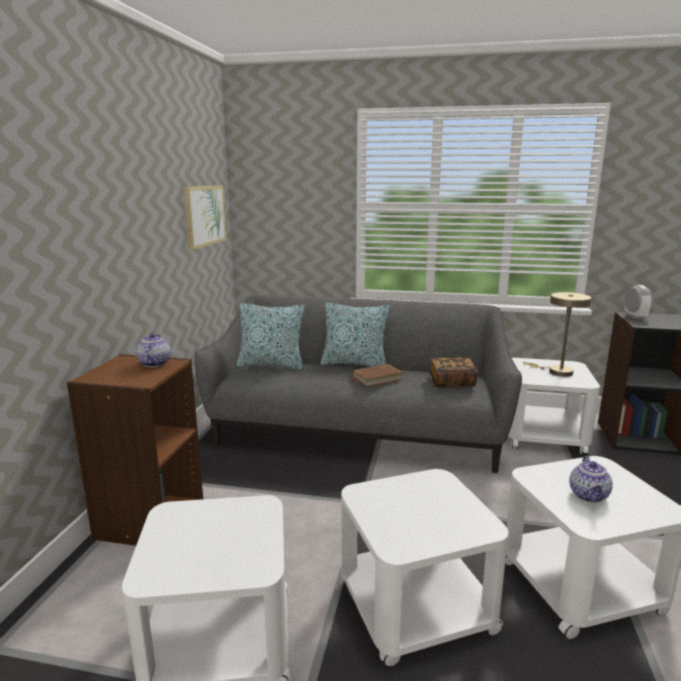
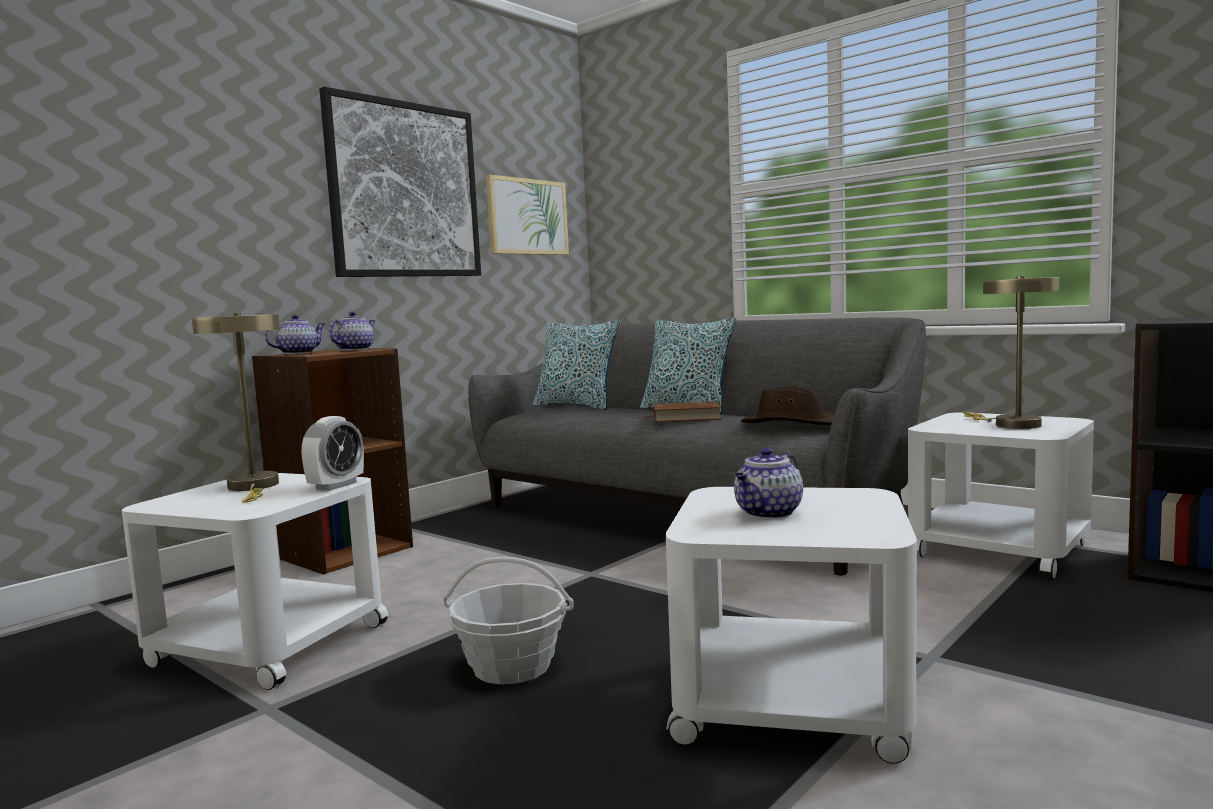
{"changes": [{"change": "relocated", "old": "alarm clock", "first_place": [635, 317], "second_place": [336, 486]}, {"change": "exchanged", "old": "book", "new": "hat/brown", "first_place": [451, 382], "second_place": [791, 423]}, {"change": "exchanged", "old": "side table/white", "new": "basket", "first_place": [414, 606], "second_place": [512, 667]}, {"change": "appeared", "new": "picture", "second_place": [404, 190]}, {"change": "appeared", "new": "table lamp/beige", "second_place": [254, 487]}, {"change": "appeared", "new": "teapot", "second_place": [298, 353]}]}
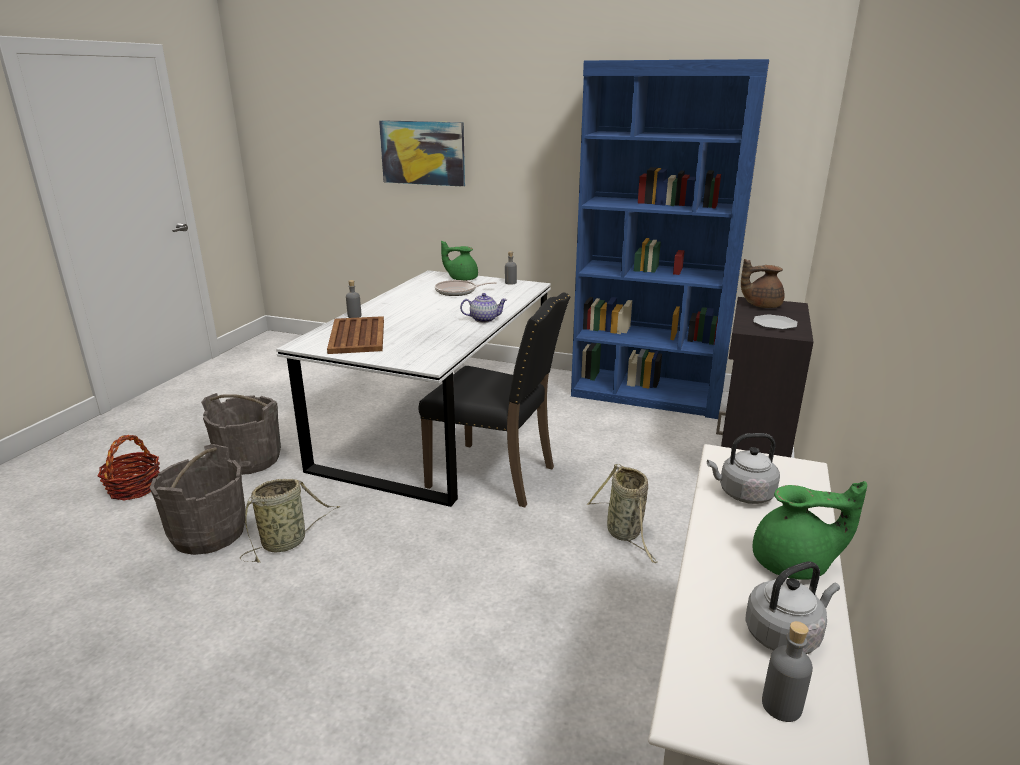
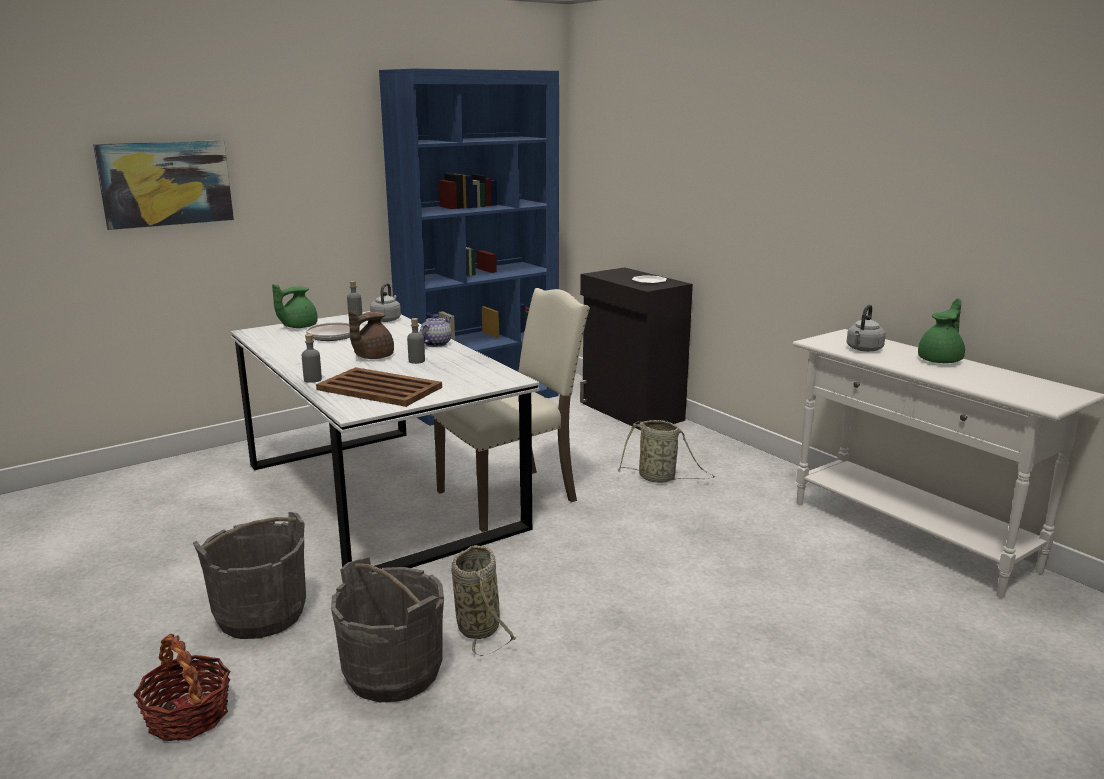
{"changes": [{"change": "relocated", "old": "teapot/brown", "first_place": [761, 305], "second_place": [372, 357]}, {"change": "colour", "old": "chair/black", "new": "chair/beige", "first_place": [495, 476], "second_place": [511, 496]}, {"change": "relocated", "old": "kettle/grey", "first_place": [785, 634], "second_place": [387, 319]}, {"change": "relocated", "old": "bottle/grey", "first_place": [781, 706], "second_place": [416, 361]}]}
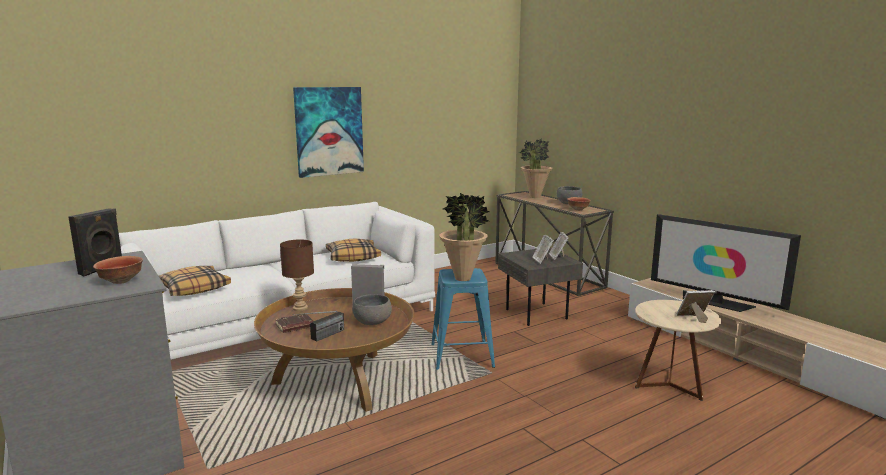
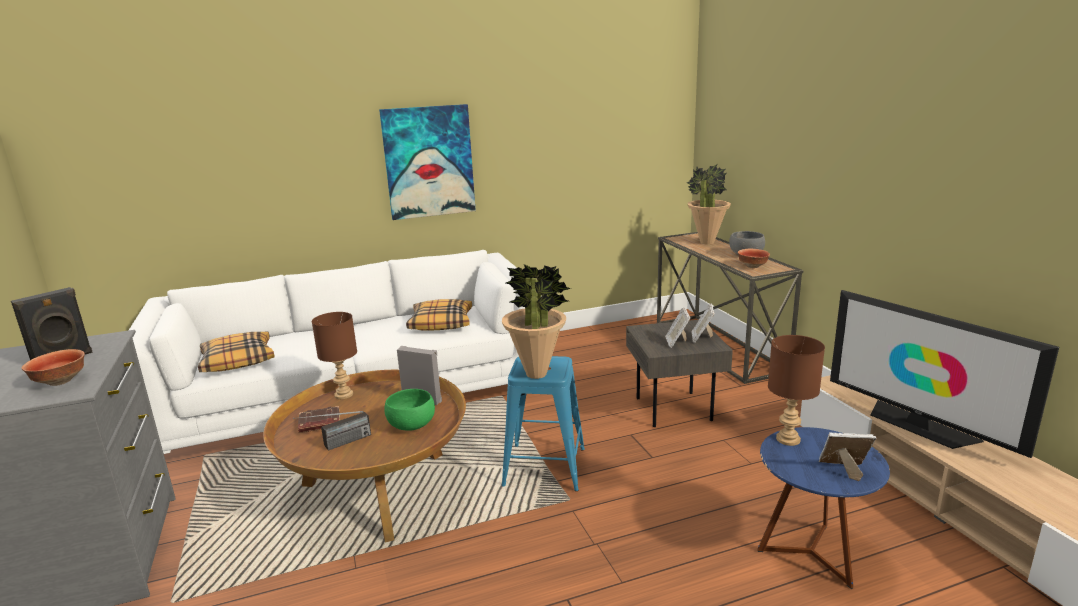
{"changes": [{"change": "colour", "old": "bowl/grey", "new": "bowl/green", "first_place": [372, 322], "second_place": [412, 425]}, {"change": "colour", "old": "side table/beige", "new": "side table/blue", "first_place": [669, 386], "second_place": [811, 554]}, {"change": "appeared", "new": "table lamp/brown", "second_place": [789, 440]}]}
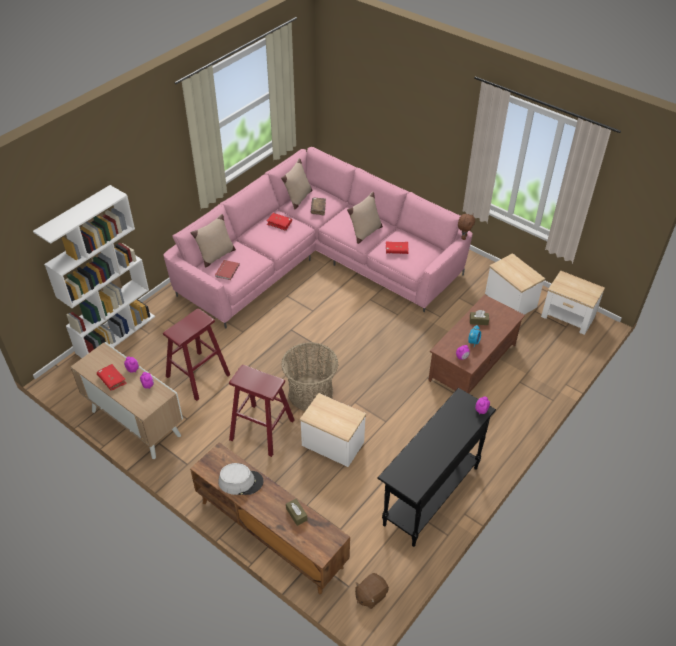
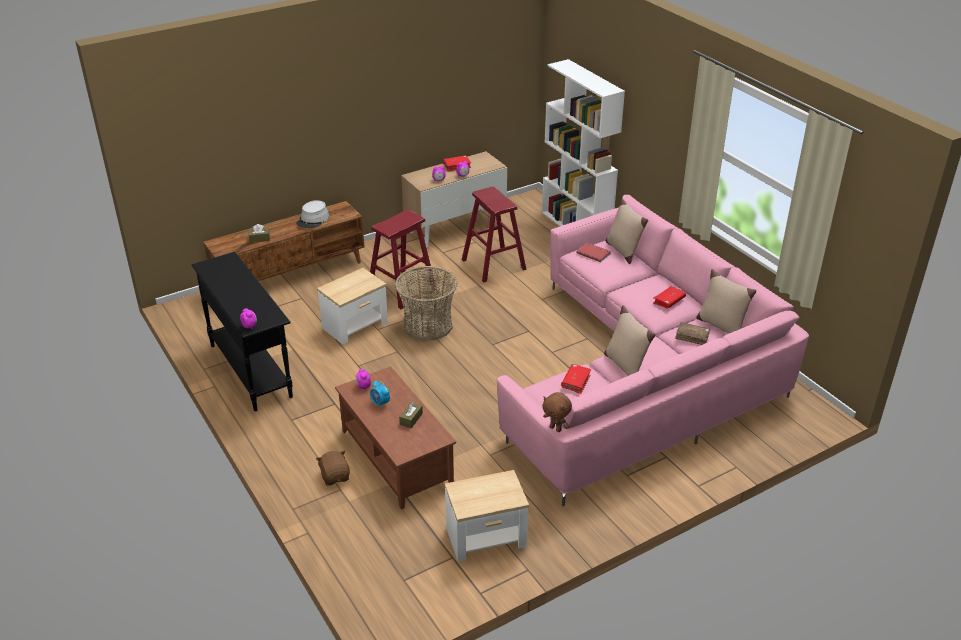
{"changes": [{"change": "missing", "old": "side table", "first_place": [567, 317]}, {"change": "relocated", "old": "plush toy/brown", "first_place": [370, 595], "second_place": [335, 476]}]}
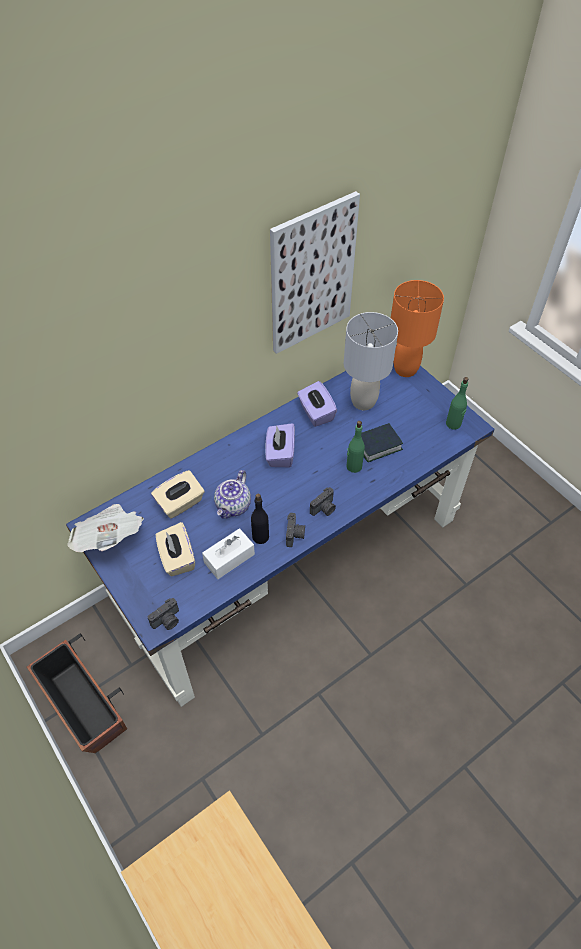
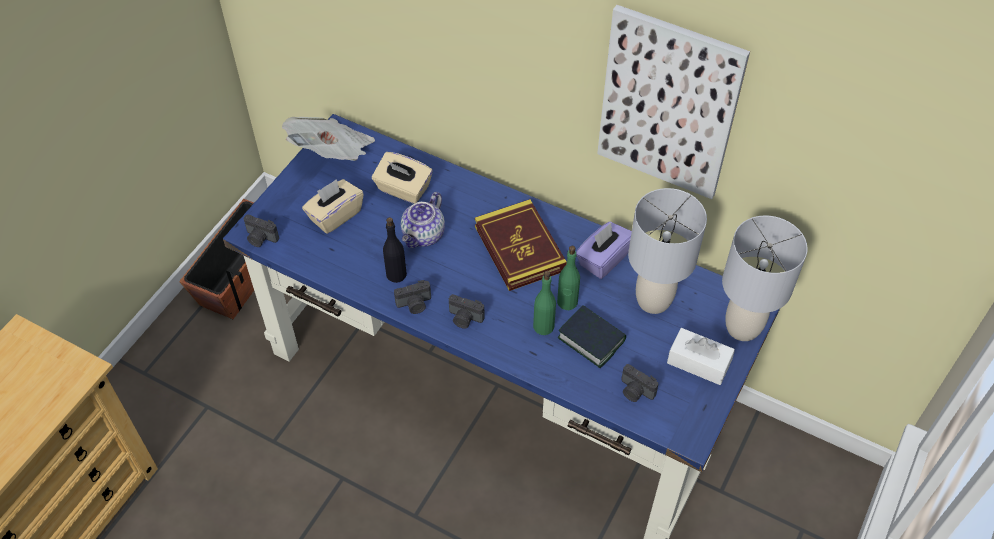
{"changes": [{"change": "colour", "old": "table lamp/orange", "new": "table lamp/grey", "first_place": [405, 369], "second_place": [742, 327]}, {"change": "relocated", "old": "bottle/green", "first_place": [453, 424], "second_place": [567, 302]}, {"change": "exchanged", "old": "tissue box/purple", "new": "book", "first_place": [280, 454], "second_place": [519, 248]}, {"change": "spun", "old": "teapot", "first_place": [233, 506], "second_place": [424, 235], "degrees": -60}, {"change": "relocated", "old": "tissue box/white", "first_place": [229, 558], "second_place": [698, 362]}, {"change": "appeared", "new": "photo camera", "second_place": [635, 391]}]}
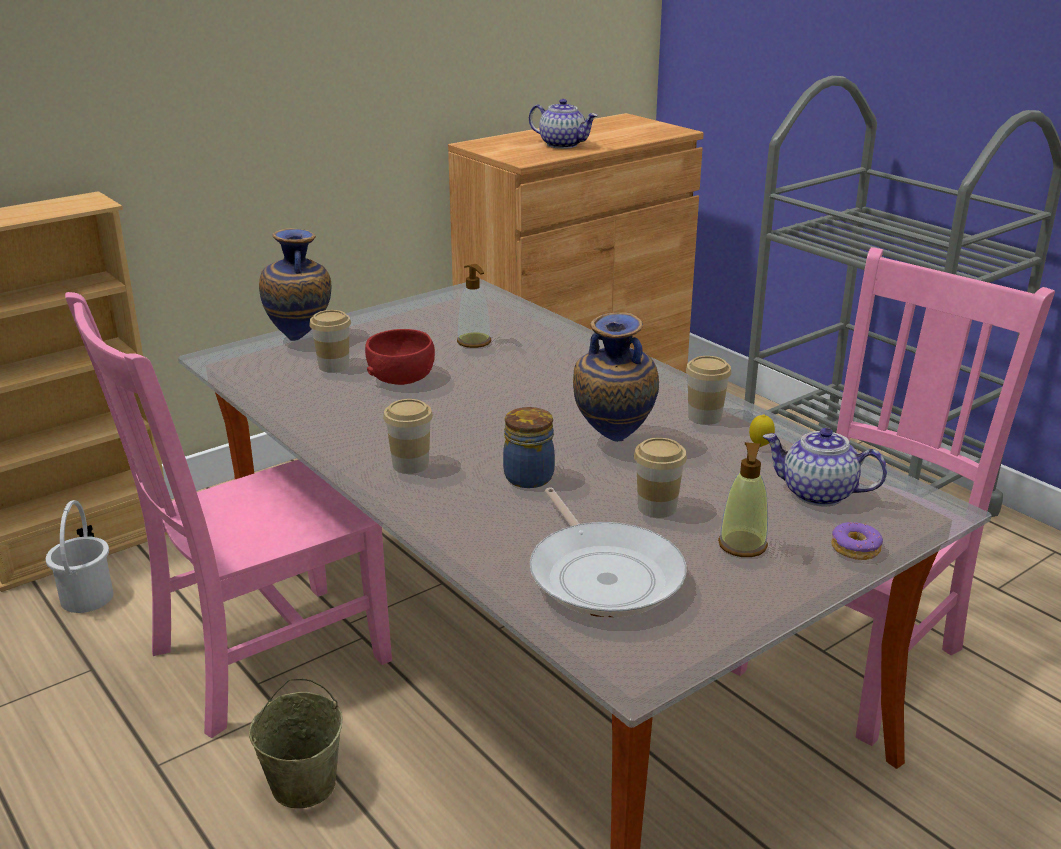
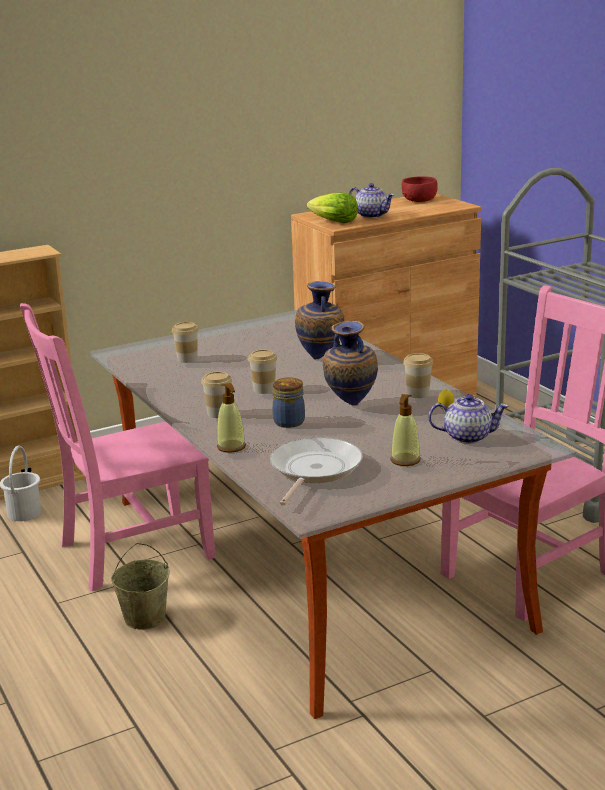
{"changes": [{"change": "relocated", "old": "vase", "first_place": [301, 339], "second_place": [321, 358]}, {"change": "relocated", "old": "soap dispenser", "first_place": [474, 342], "second_place": [231, 447]}, {"change": "relocated", "old": "bowl/red", "first_place": [401, 377], "second_place": [419, 200]}, {"change": "spun", "old": "teapot", "first_place": [817, 494], "second_place": [468, 437], "degrees": 150}, {"change": "relocated", "old": "cup", "first_place": [657, 507], "second_place": [264, 389]}, {"change": "spun", "old": "frying pan", "first_place": [603, 574], "second_place": [313, 470], "degrees": -150}, {"change": "missing", "old": "donut", "first_place": [855, 549]}, {"change": "appeared", "new": "lettuce", "second_place": [333, 222]}]}
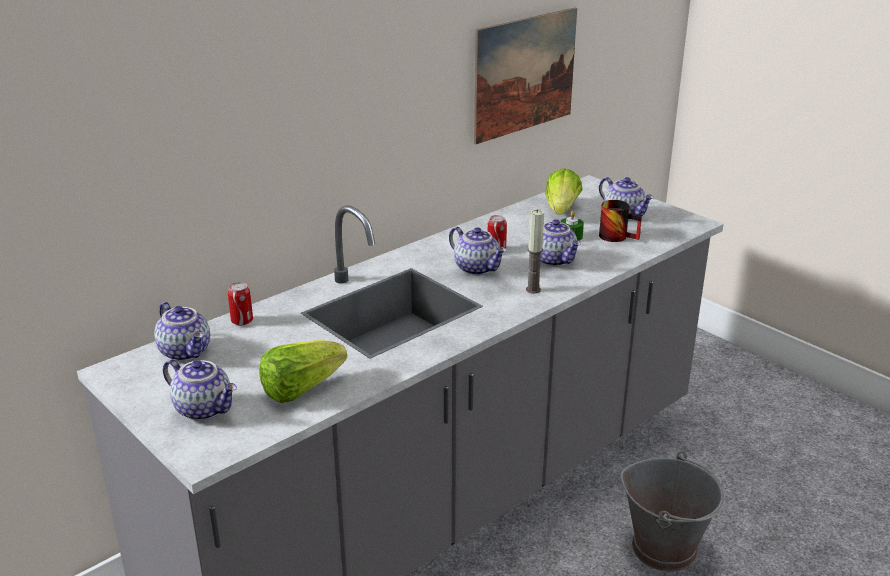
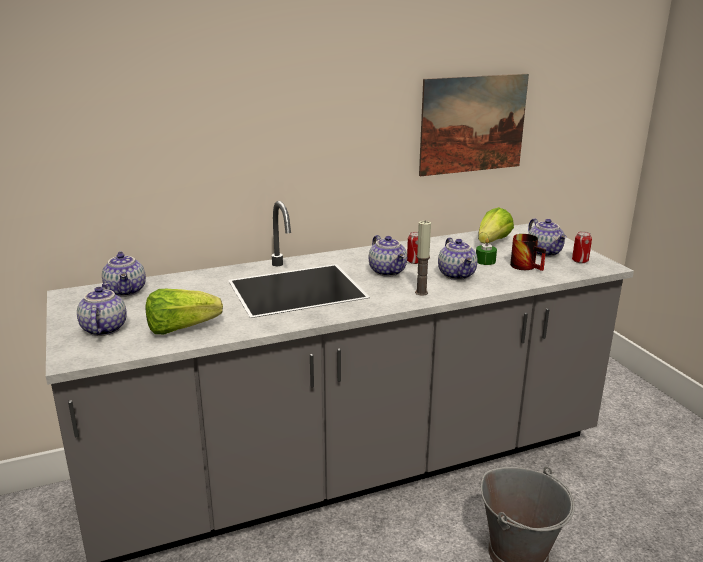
{"changes": [{"change": "relocated", "old": "can", "first_place": [242, 321], "second_place": [580, 261]}, {"change": "spun", "old": "teapot", "first_place": [205, 409], "second_place": [103, 329], "degrees": -150}]}
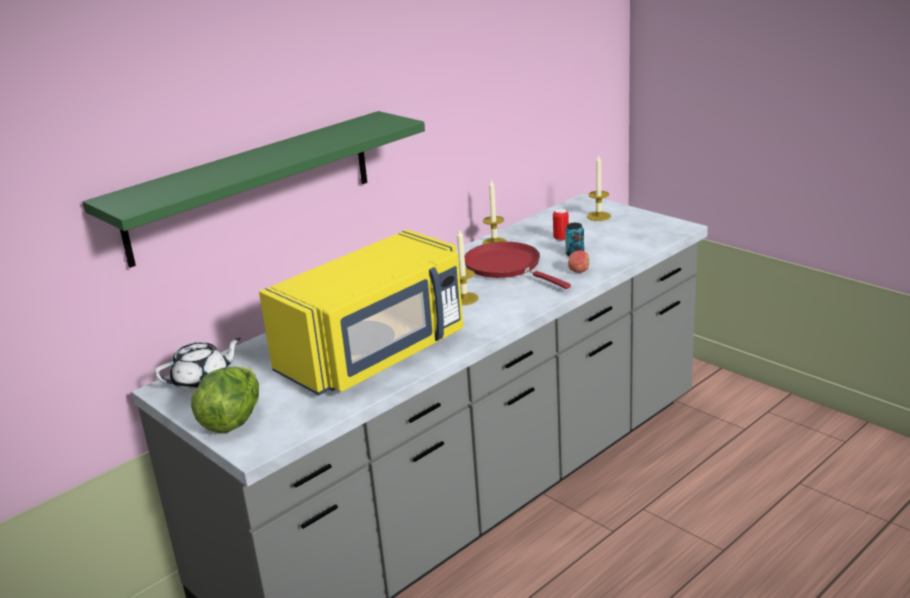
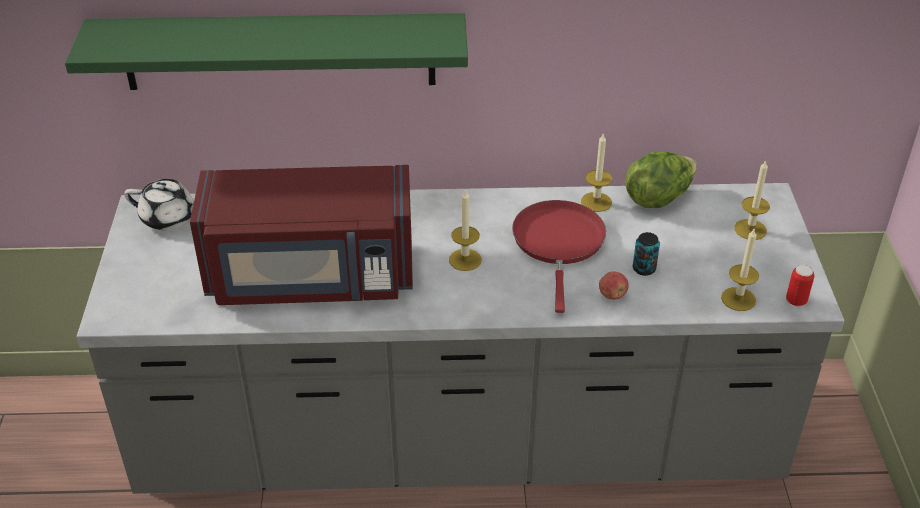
{"changes": [{"change": "relocated", "old": "can", "first_place": [561, 238], "second_place": [796, 301]}, {"change": "colour", "old": "microwave/yellow", "new": "microwave/red", "first_place": [376, 354], "second_place": [311, 277]}, {"change": "relocated", "old": "lettuce", "first_place": [232, 420], "second_place": [658, 198]}, {"change": "appeared", "new": "candle", "second_place": [738, 299]}]}
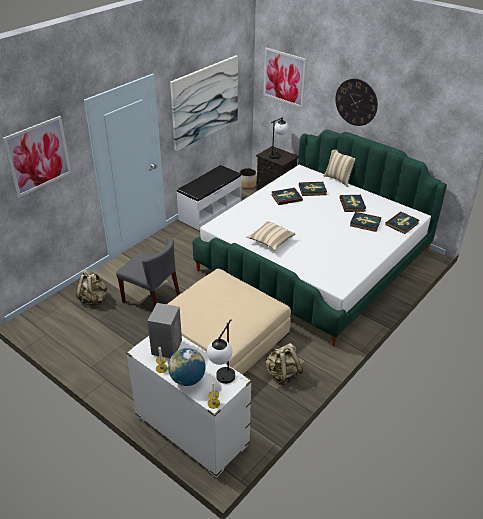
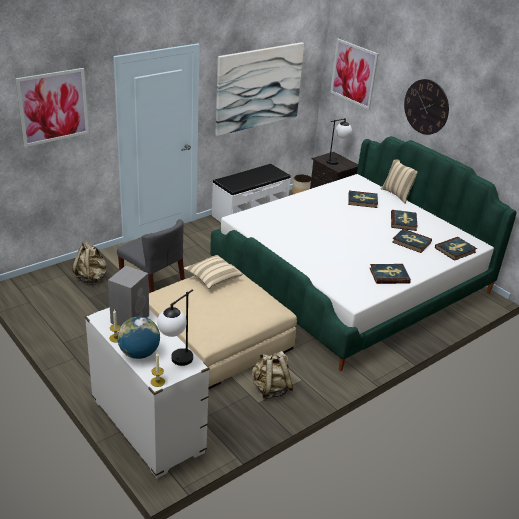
{"changes": [{"change": "relocated", "old": "book", "first_place": [286, 197], "second_place": [389, 275]}, {"change": "relocated", "old": "pillow/beige", "first_place": [270, 241], "second_place": [212, 278]}]}
